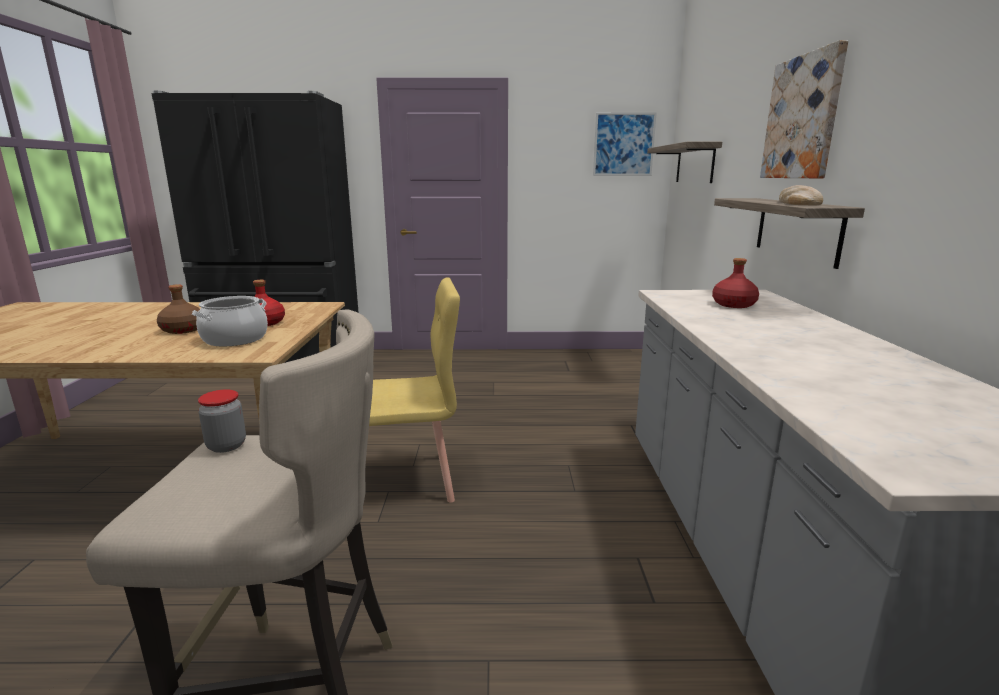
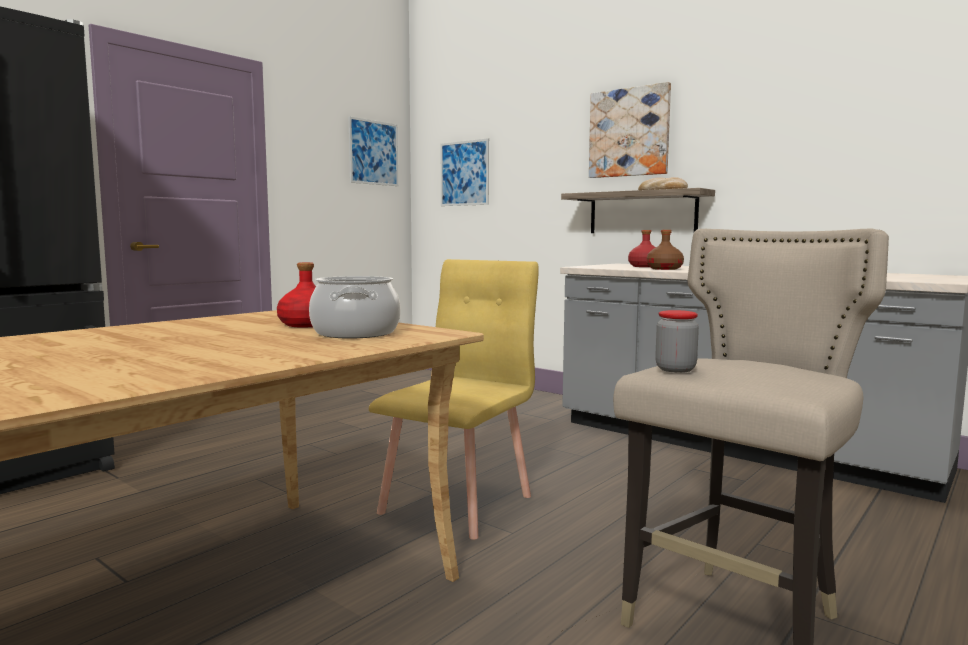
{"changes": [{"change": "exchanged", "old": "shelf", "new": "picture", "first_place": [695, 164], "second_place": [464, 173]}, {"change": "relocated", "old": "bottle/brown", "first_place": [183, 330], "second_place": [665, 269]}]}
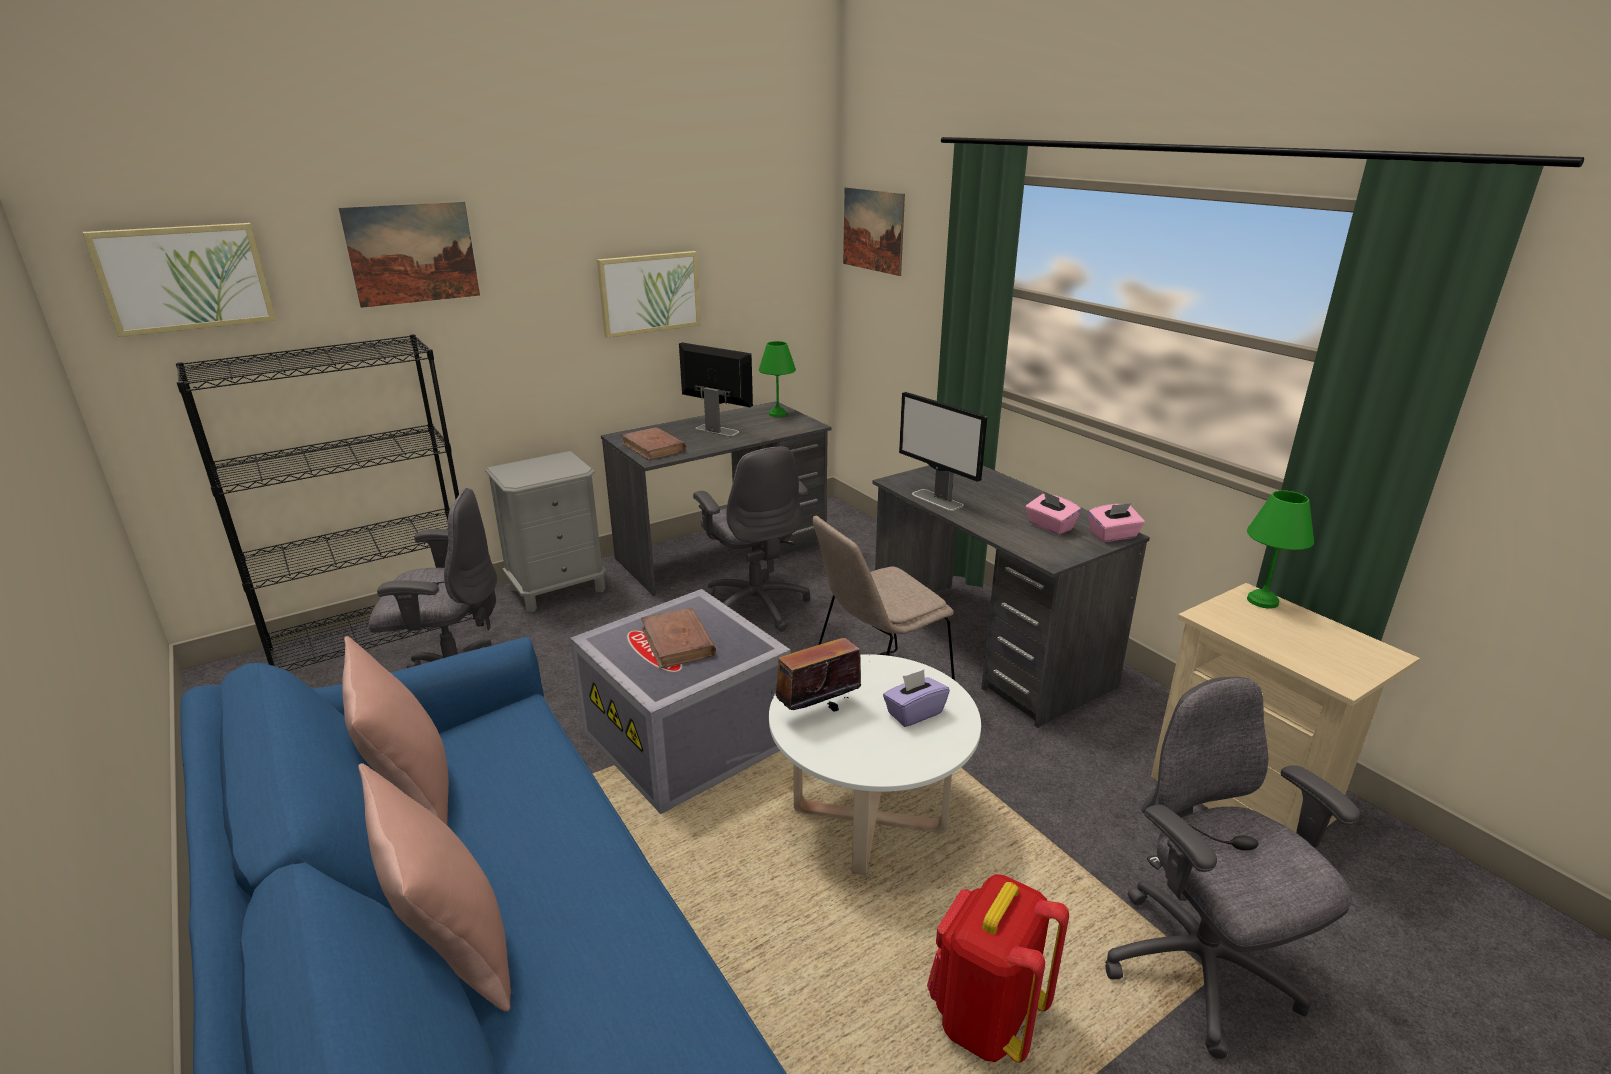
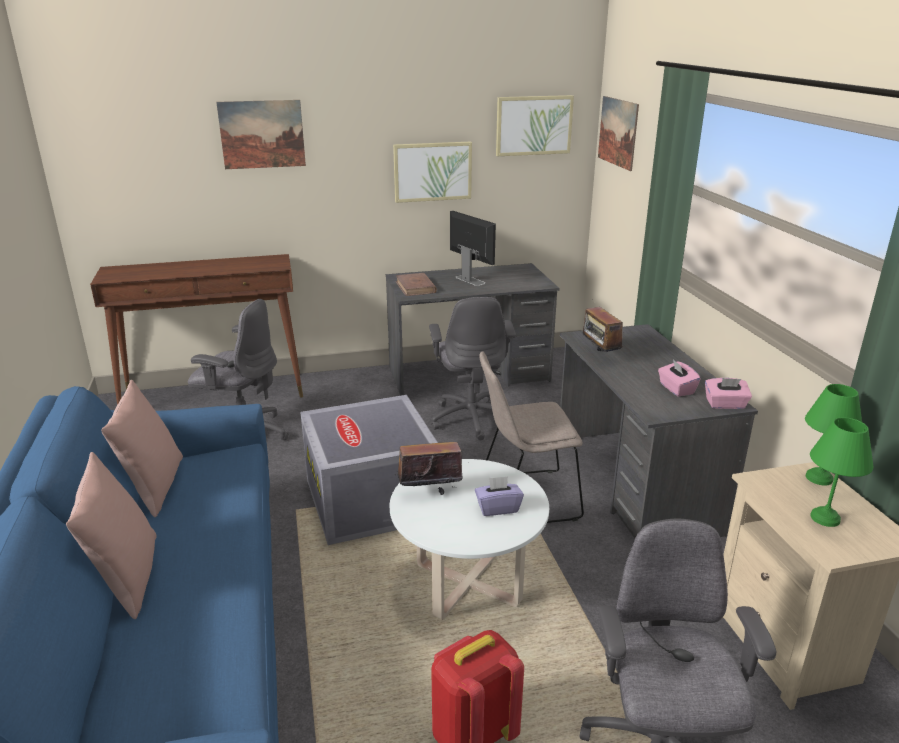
{"changes": [{"change": "relocated", "old": "picture", "first_place": [185, 278], "second_place": [533, 125]}, {"change": "exchanged", "old": "bookcase/black", "new": "console table/brown", "first_place": [380, 636], "second_place": [215, 394]}, {"change": "relocated", "old": "table lamp/green", "first_place": [777, 414], "second_place": [824, 517]}, {"change": "exchanged", "old": "monitor", "new": "radio", "first_place": [937, 500], "second_place": [599, 355]}, {"change": "missing", "old": "nightstand/grey", "first_place": [558, 589]}, {"change": "missing", "old": "book/brown", "first_place": [677, 642]}]}
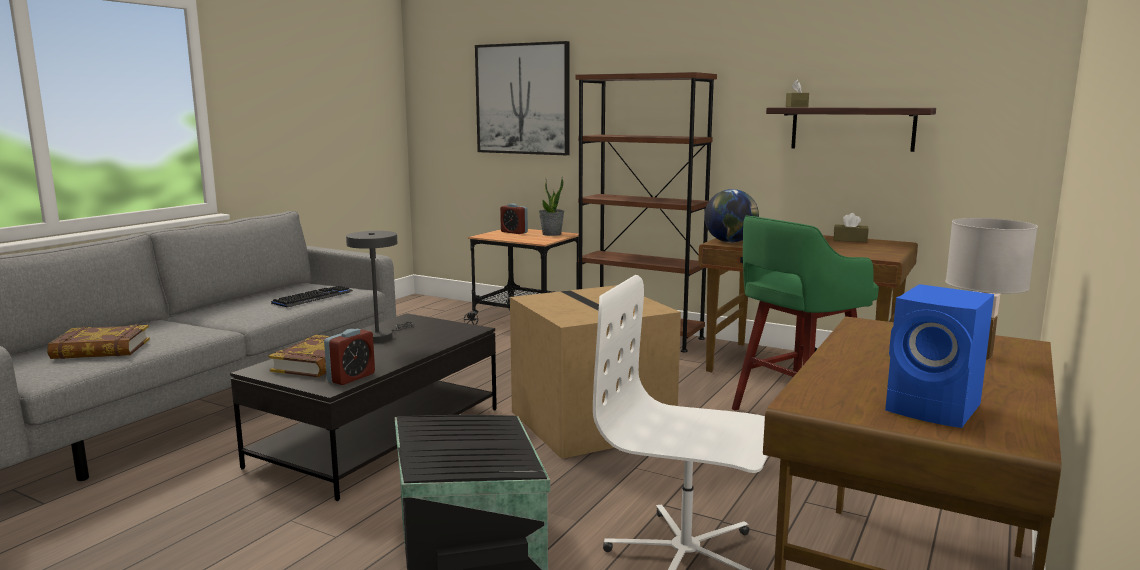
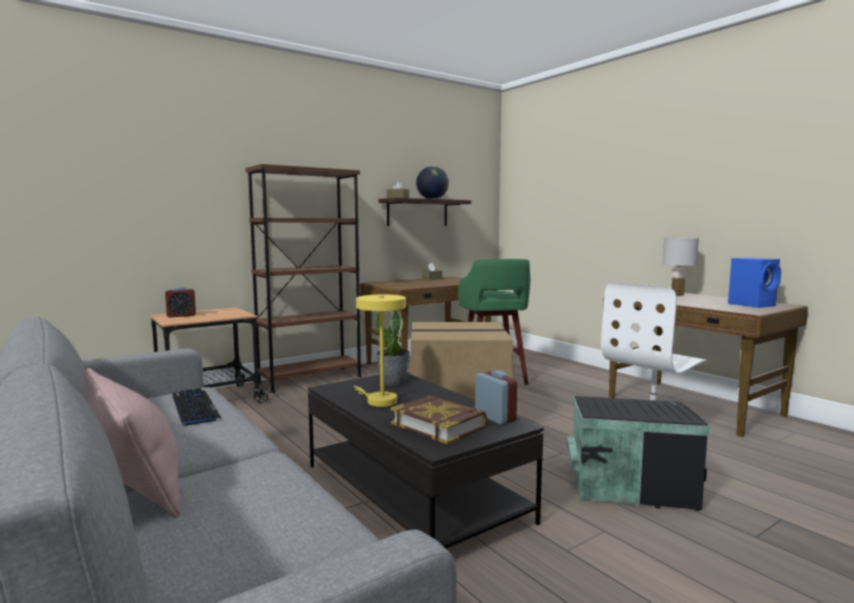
{"changes": [{"change": "missing", "old": "picture", "first_place": [522, 99]}, {"change": "relocated", "old": "potted plant", "first_place": [551, 234], "second_place": [393, 382]}, {"change": "relocated", "old": "globe", "first_place": [730, 242], "second_place": [432, 199]}, {"change": "colour", "old": "table lamp/grey", "new": "table lamp/yellow", "first_place": [381, 336], "second_place": [378, 400]}, {"change": "missing", "old": "book", "first_place": [101, 349]}, {"change": "appeared", "new": "pillow/pink", "second_place": [135, 482]}]}
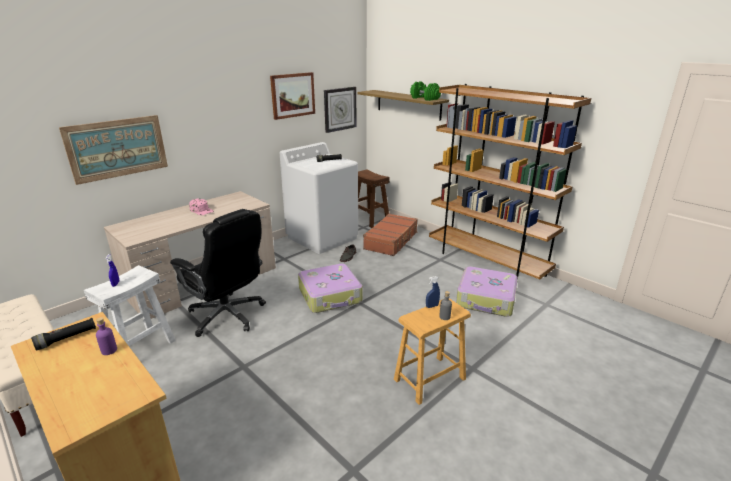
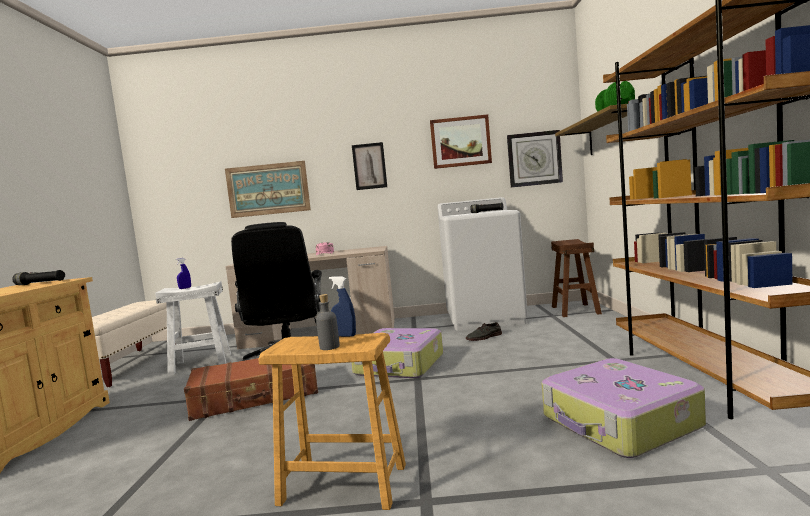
{"changes": [{"change": "relocated", "old": "suitcase/brown", "first_place": [391, 241], "second_place": [256, 396]}, {"change": "missing", "old": "bottle/purple", "first_place": [109, 350]}, {"change": "appeared", "new": "picture", "second_place": [369, 166]}]}
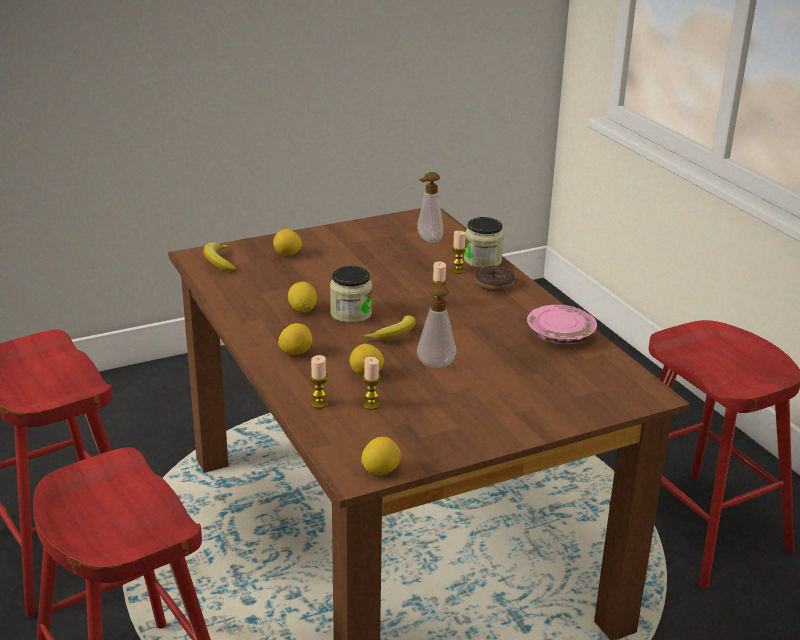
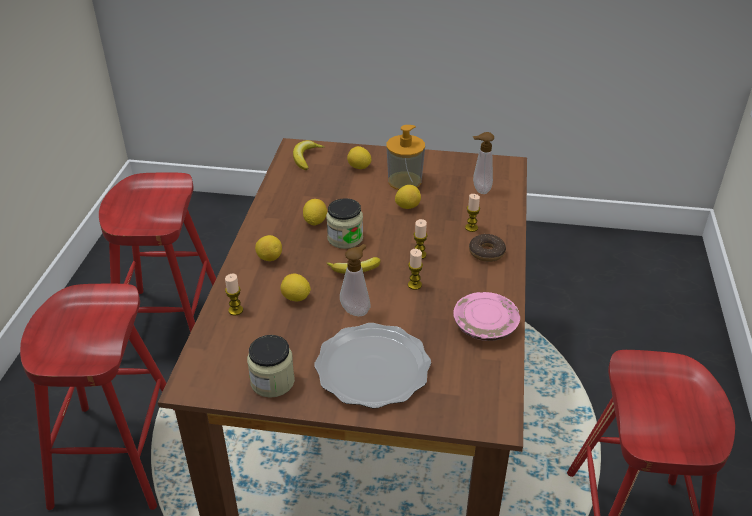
{"changes": [{"change": "relocated", "old": "jar", "first_place": [482, 260], "second_place": [272, 381]}, {"change": "relocated", "old": "candle", "first_place": [371, 405], "second_place": [414, 285]}, {"change": "relocated", "old": "lemon", "first_place": [380, 471], "second_place": [407, 206]}, {"change": "appeared", "new": "soap dispenser", "second_place": [404, 181]}, {"change": "appeared", "new": "plate", "second_place": [373, 368]}]}
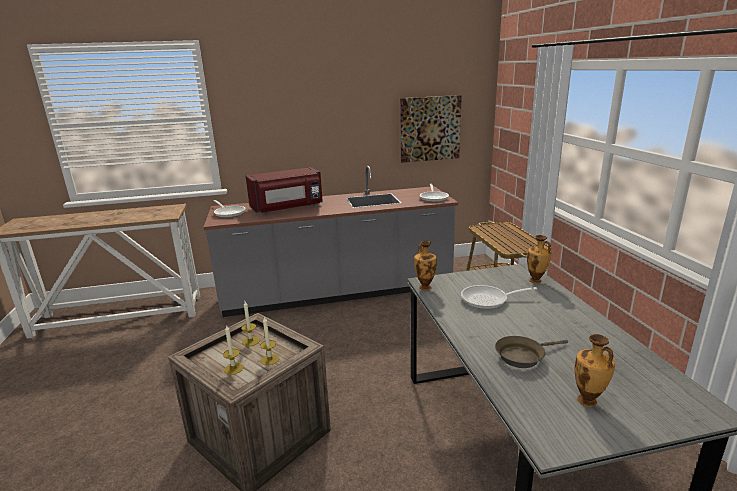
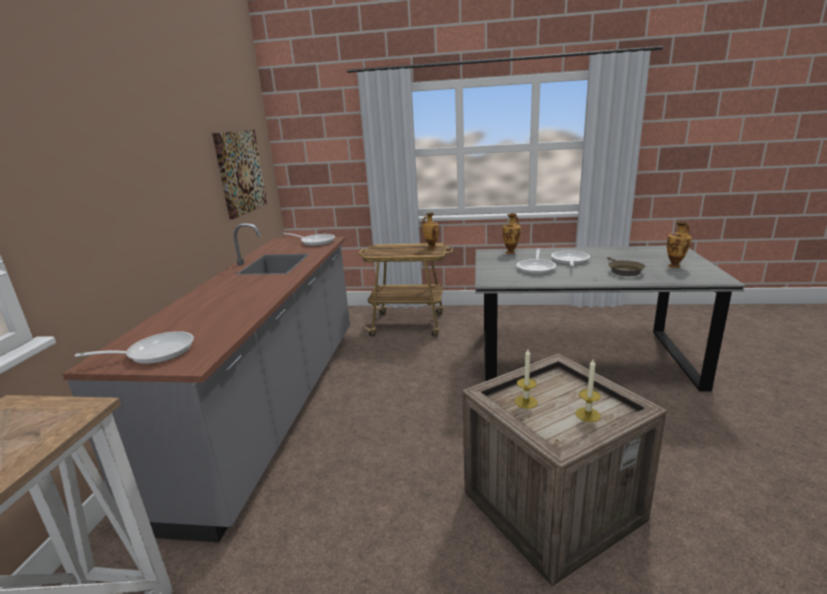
{"changes": [{"change": "missing", "old": "microwave/red", "first_place": [288, 208]}, {"change": "relocated", "old": "vase", "first_place": [425, 287], "second_place": [431, 247]}, {"change": "missing", "old": "candle", "first_place": [270, 359]}, {"change": "appeared", "new": "frying pan", "second_place": [569, 261]}]}
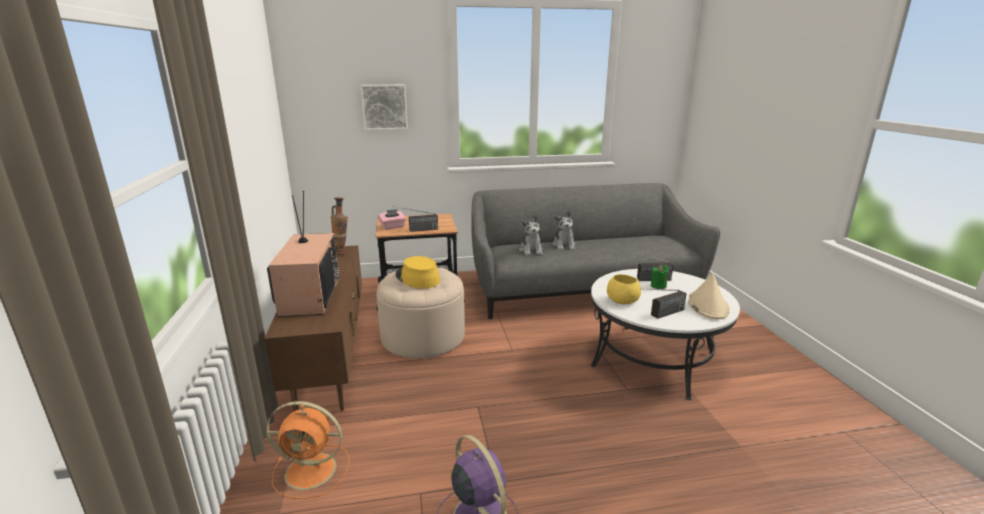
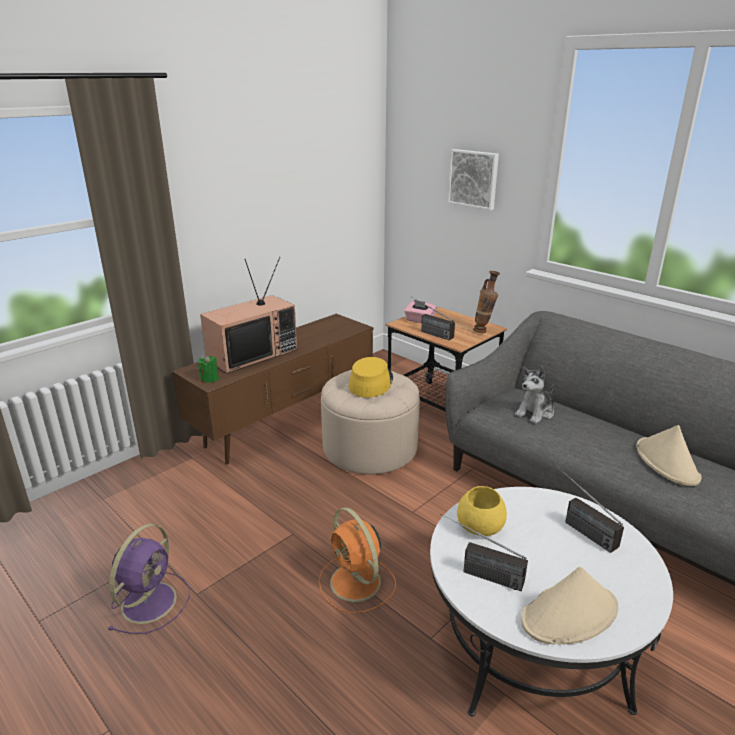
{"changes": [{"change": "relocated", "old": "vase", "first_place": [342, 252], "second_place": [483, 331]}, {"change": "missing", "old": "plush toy", "first_place": [564, 245]}, {"change": "relocated", "old": "candle/green", "first_place": [658, 286], "second_place": [209, 379]}, {"change": "relocated", "old": "fan/orange", "first_place": [313, 471], "second_place": [357, 584]}, {"change": "appeared", "new": "hat/beige", "second_place": [667, 462]}]}
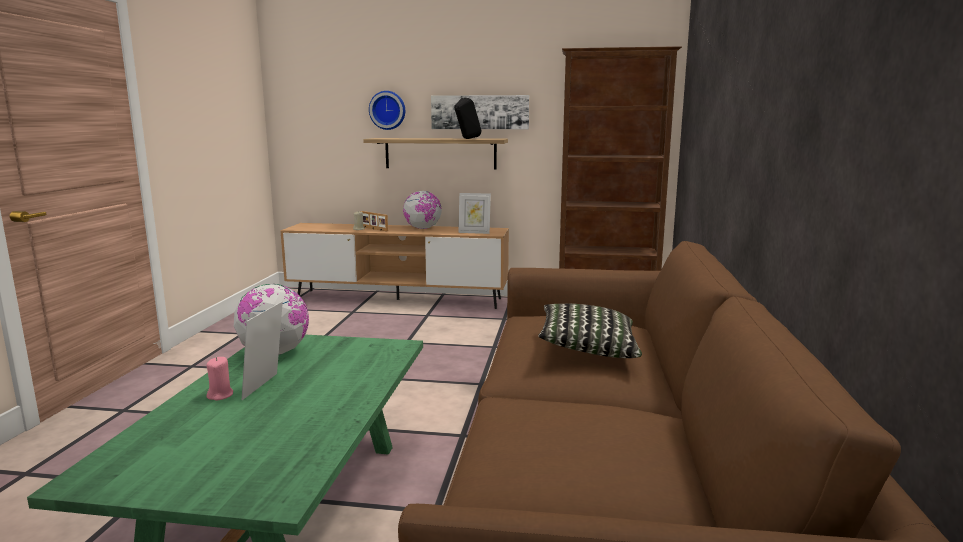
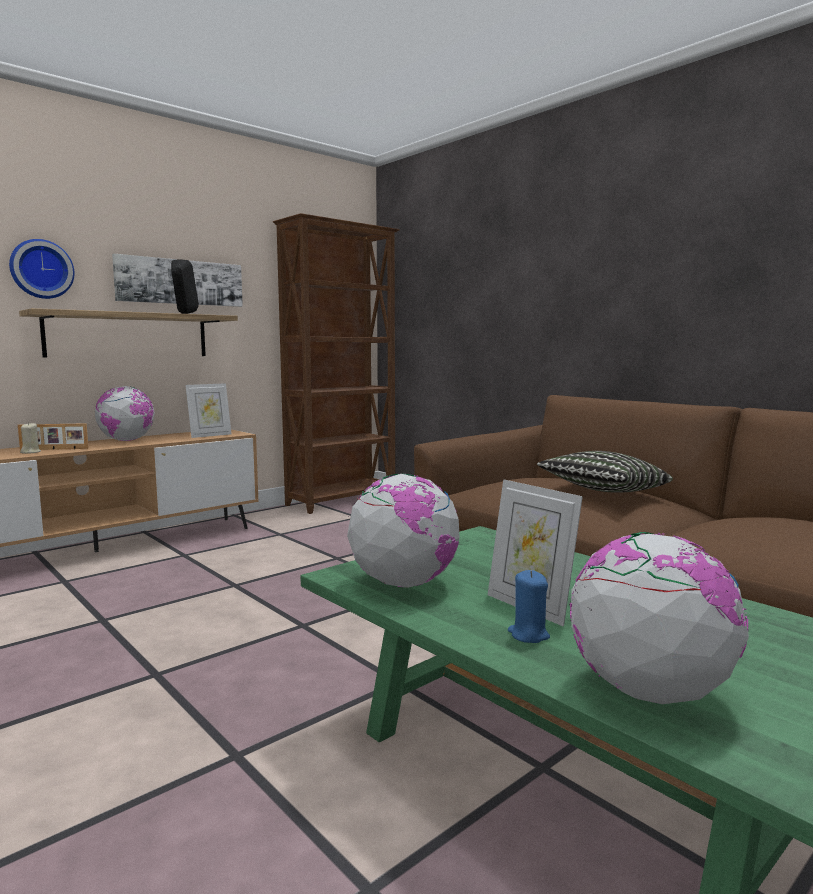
{"changes": [{"change": "colour", "old": "candle/pink", "new": "candle/blue", "first_place": [220, 395], "second_place": [528, 635]}, {"change": "appeared", "new": "globe", "second_place": [649, 691]}]}
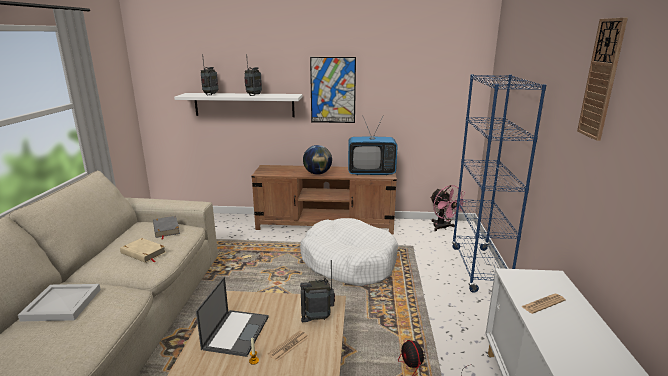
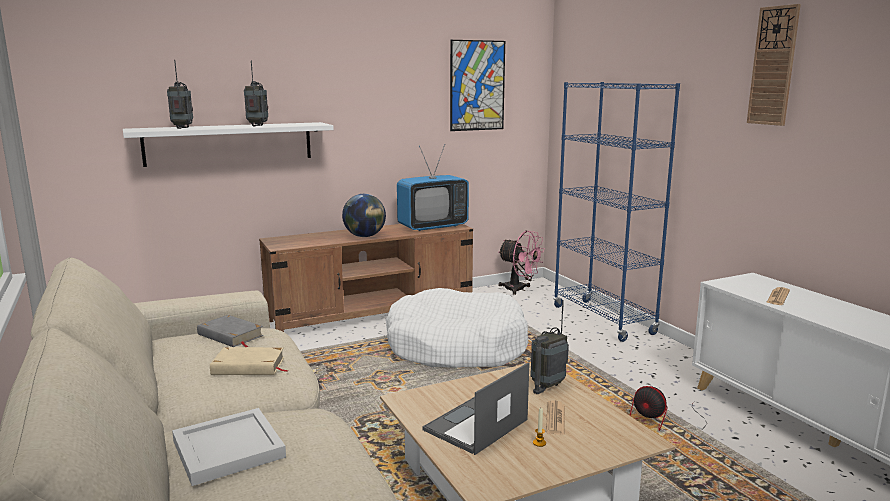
{"changes": [{"change": "relocated", "old": "picture", "first_place": [333, 90], "second_place": [477, 85]}, {"change": "spun", "old": "laptop", "first_place": [236, 332], "second_place": [475, 426], "degrees": -120}]}
